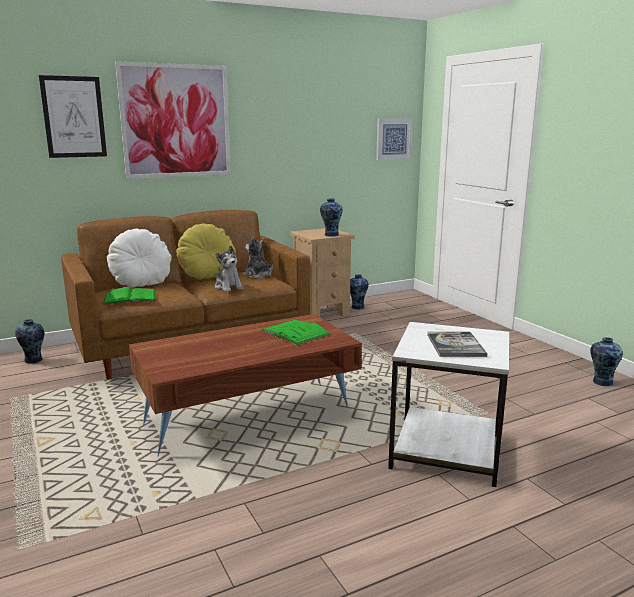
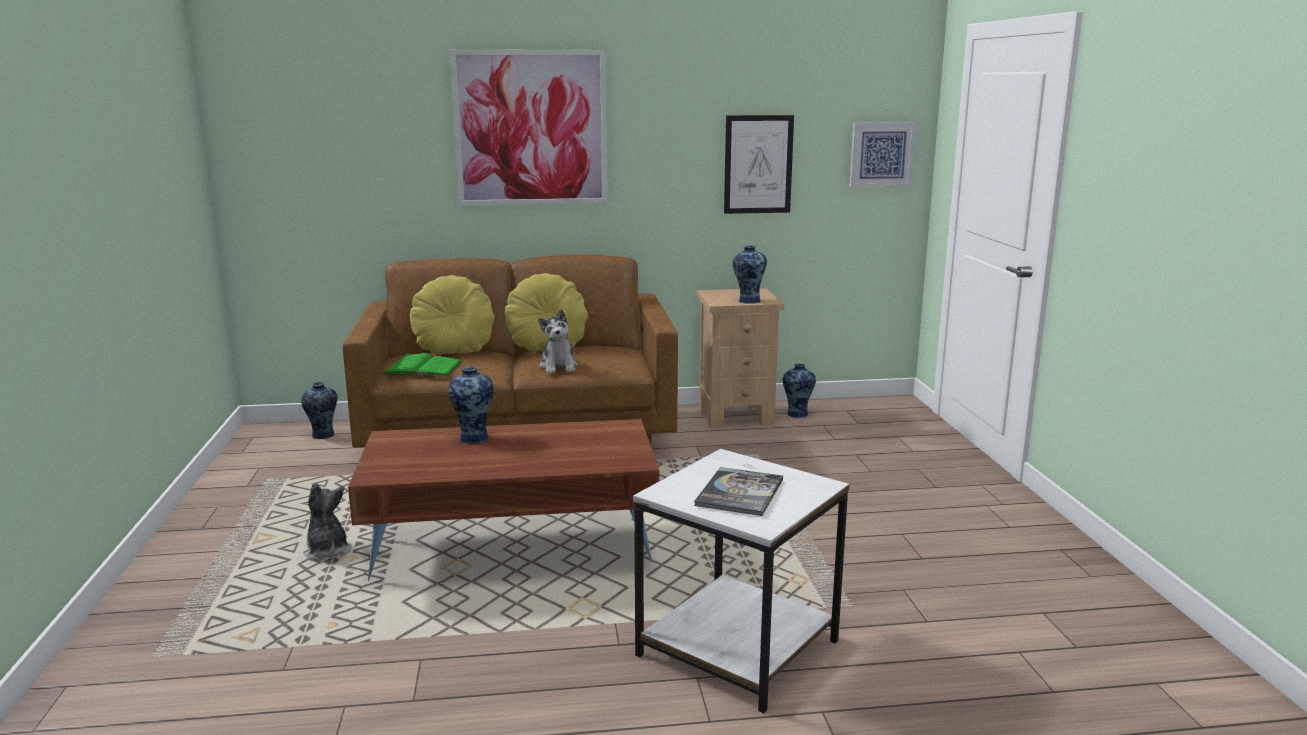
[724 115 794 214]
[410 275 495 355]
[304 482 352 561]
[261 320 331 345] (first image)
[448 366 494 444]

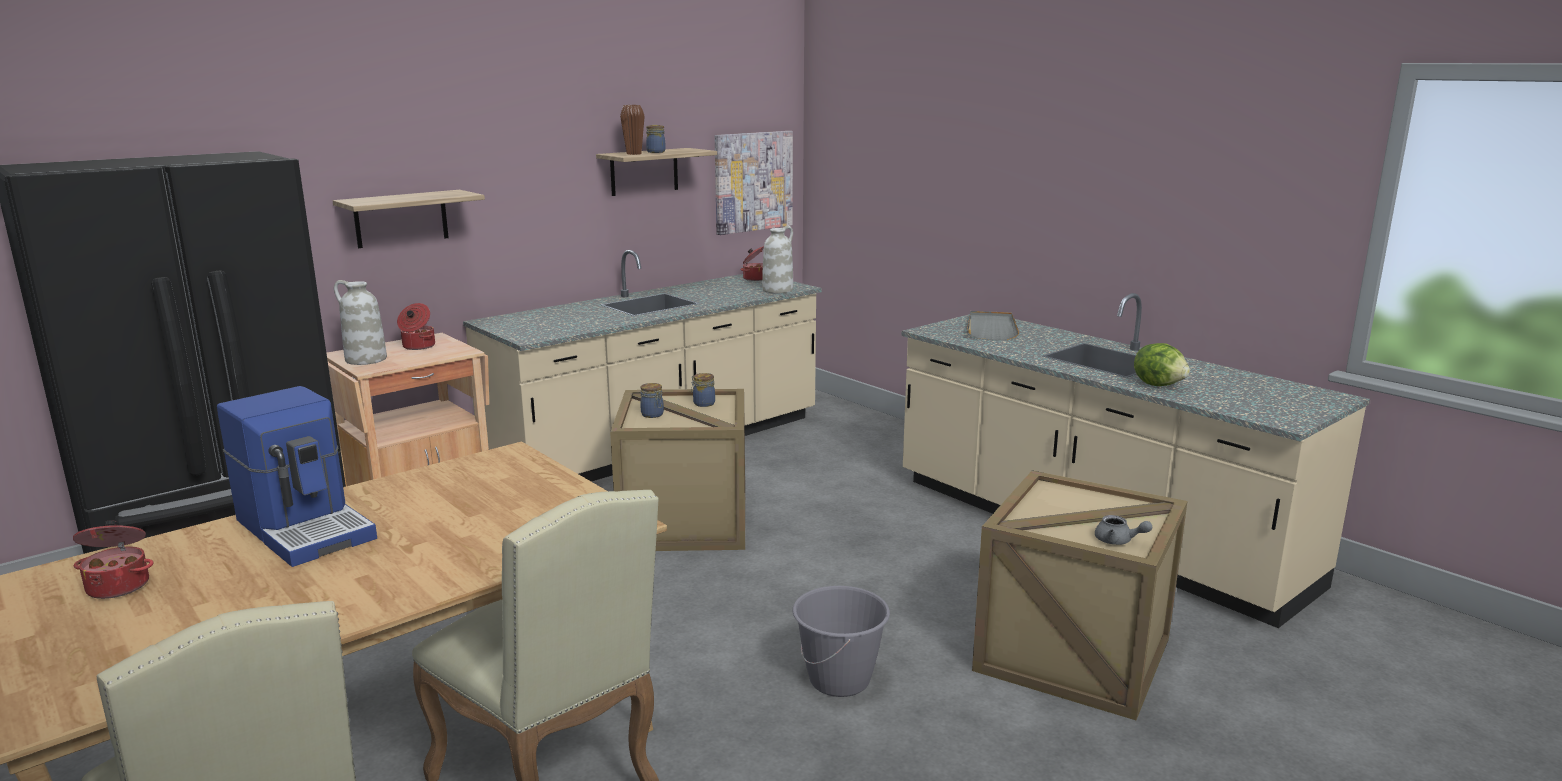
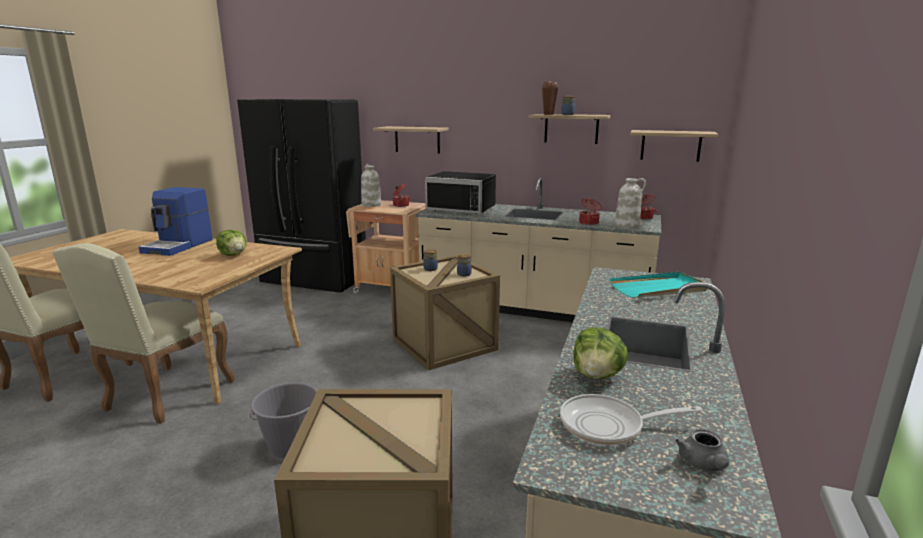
[579 198 602 225]
[630 130 719 162]
[610 272 707 298]
[675 429 729 471]
[216 230 247 256]
[425 171 496 214]
[560 394 703 445]

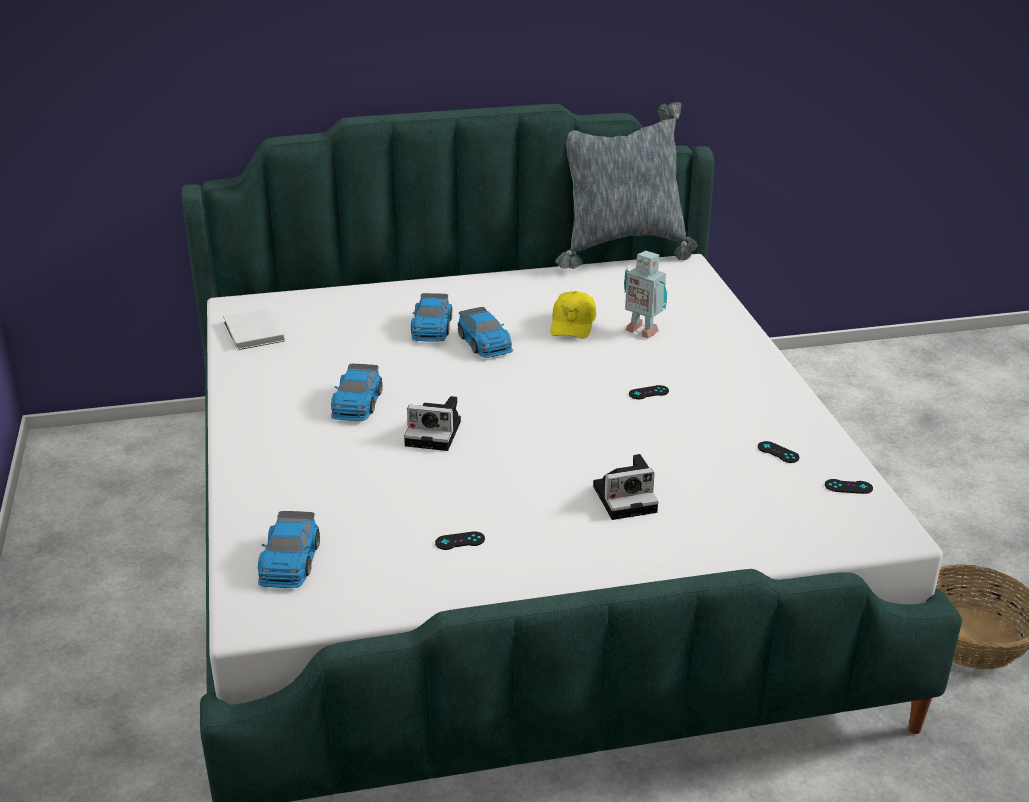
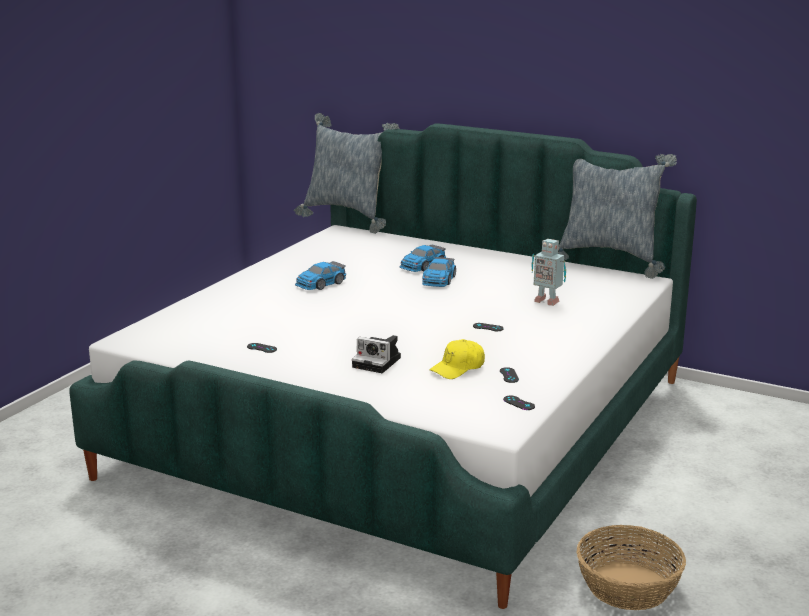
[223 308 285 350] (first image)
[258 511 320 588] (first image)
[404 396 461 451] (first image)
[429 339 485 379]
[531 239 566 306]
[293 113 400 234]

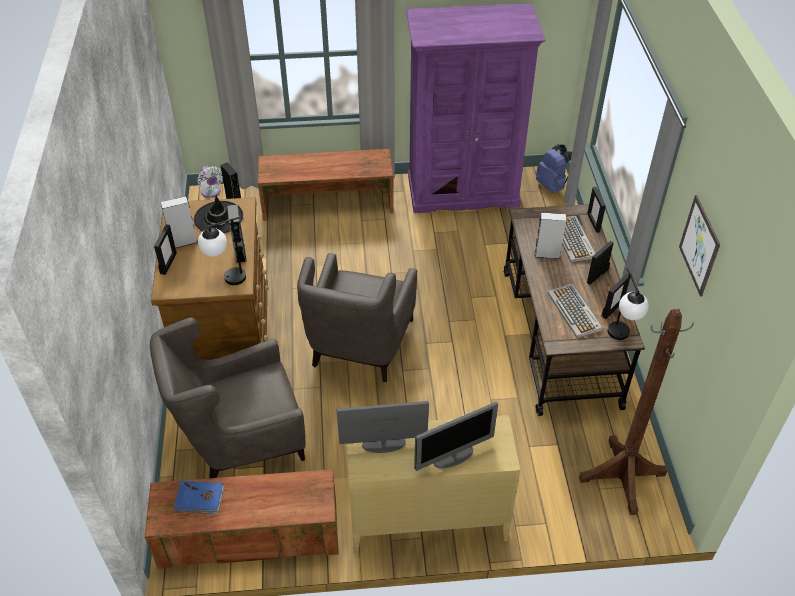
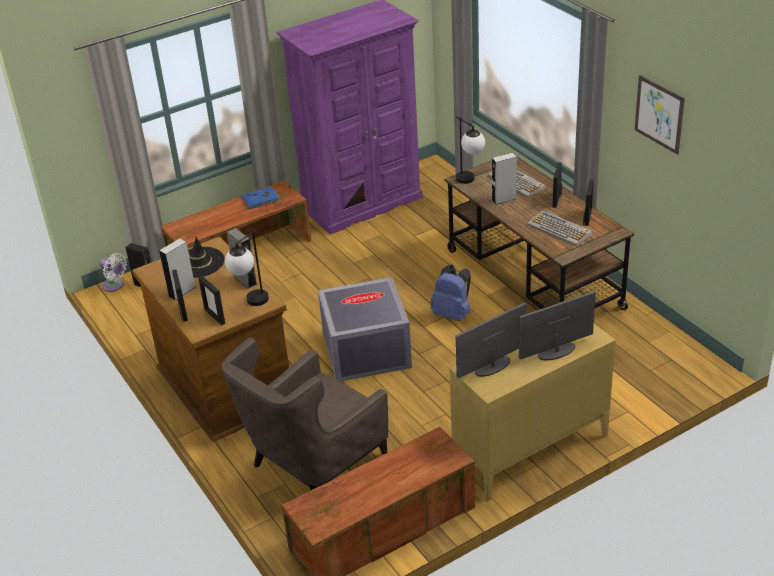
[241 187 281 210]
[318 277 412 381]
[519 291 596 360]
[431 264 471 321]
[579 309 694 515] (first image)
[198 276 225 325]
[456 116 485 184]

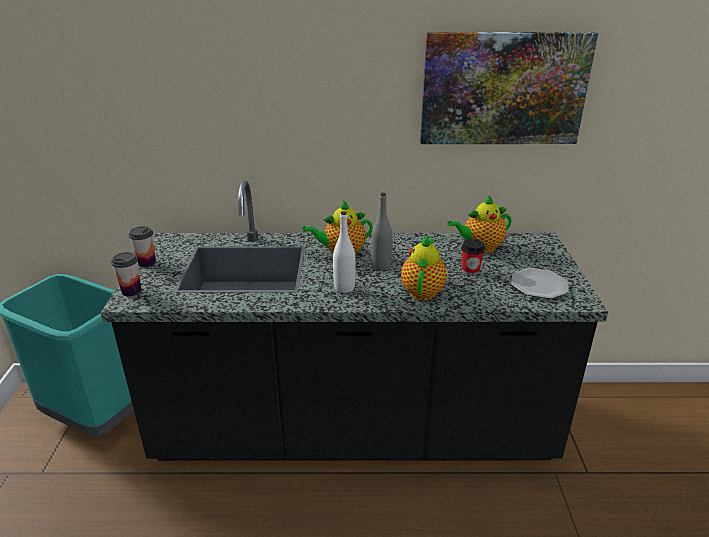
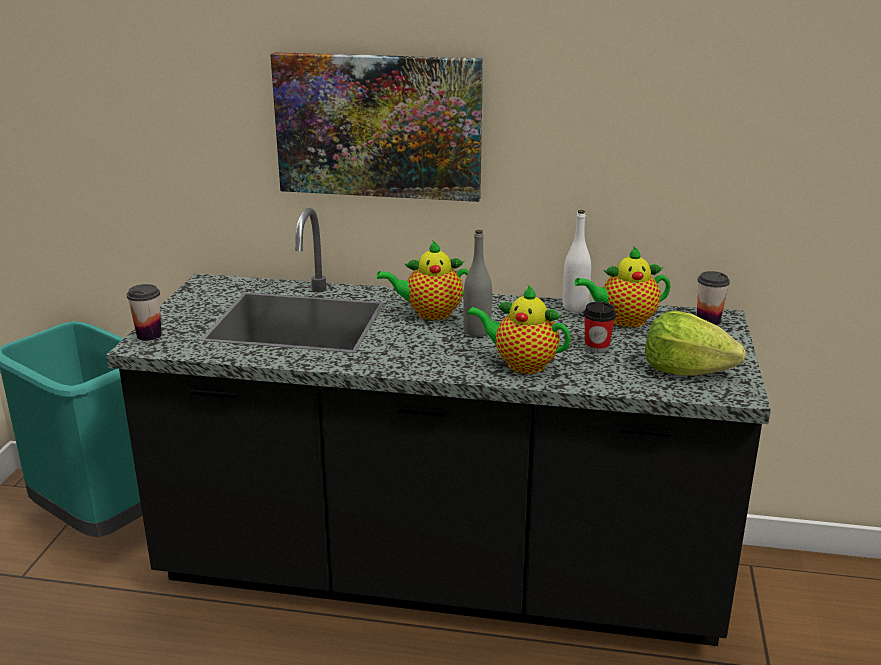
[697 271 730 325]
[563 210 591 312]
[467 285 571 374]
[270 52 483 202]
[645 311 746 376]

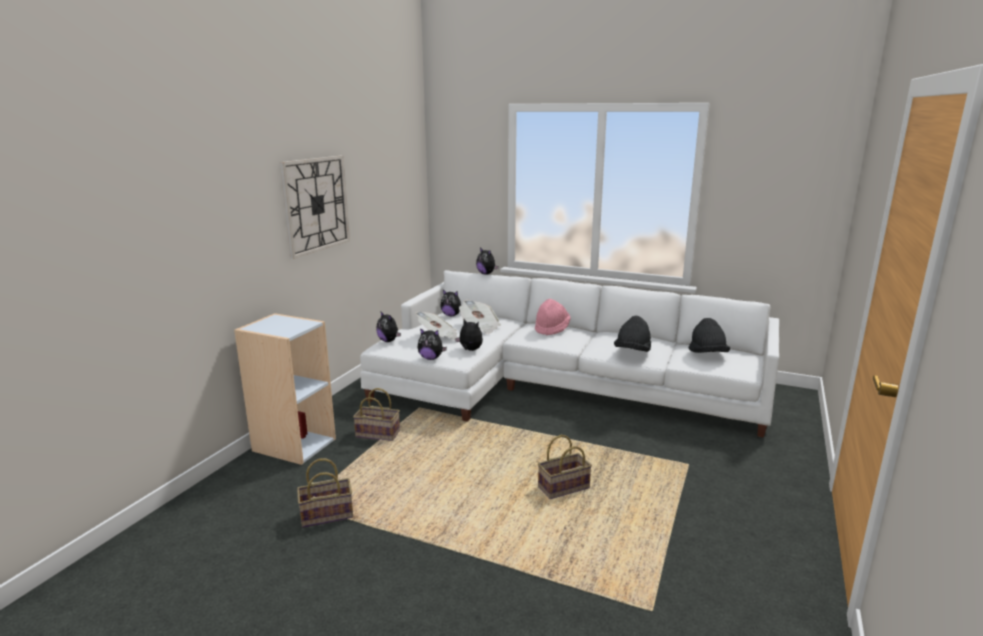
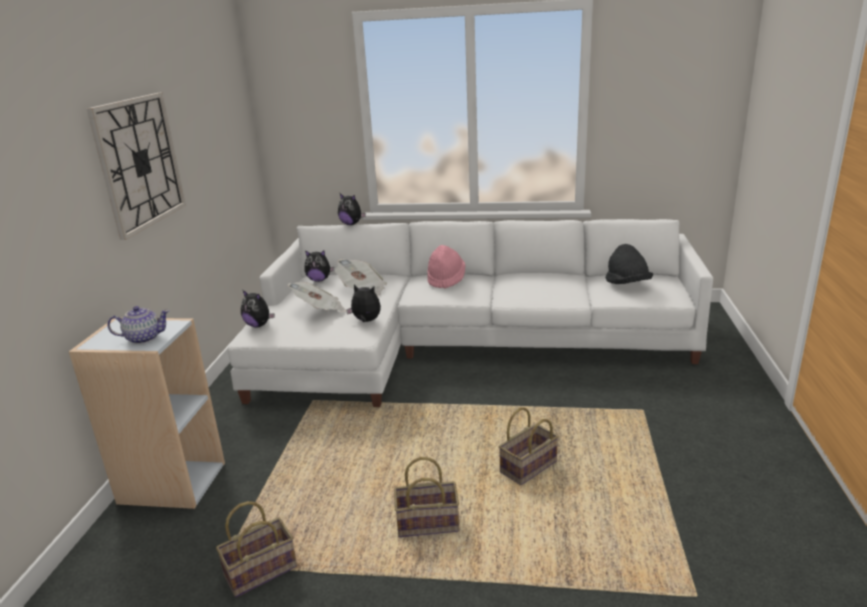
[394 457 459 537]
[417 328 447 360] (first image)
[614 316 651 352] (first image)
[108 306 170 344]

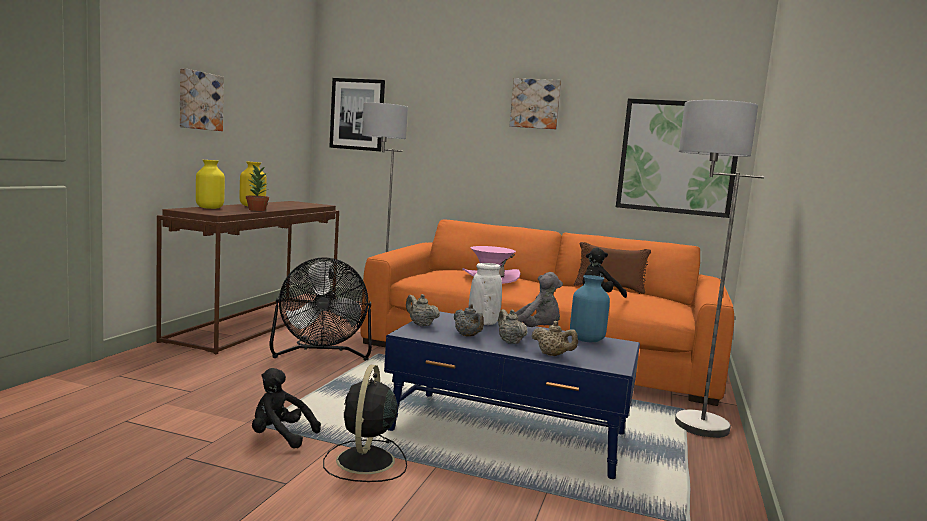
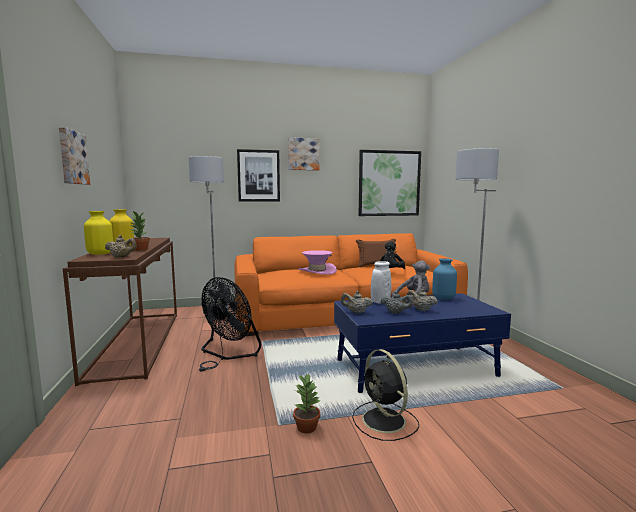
[293 373 321 433]
[198 277 261 372]
[237 149 280 202]
[105 235 137 258]

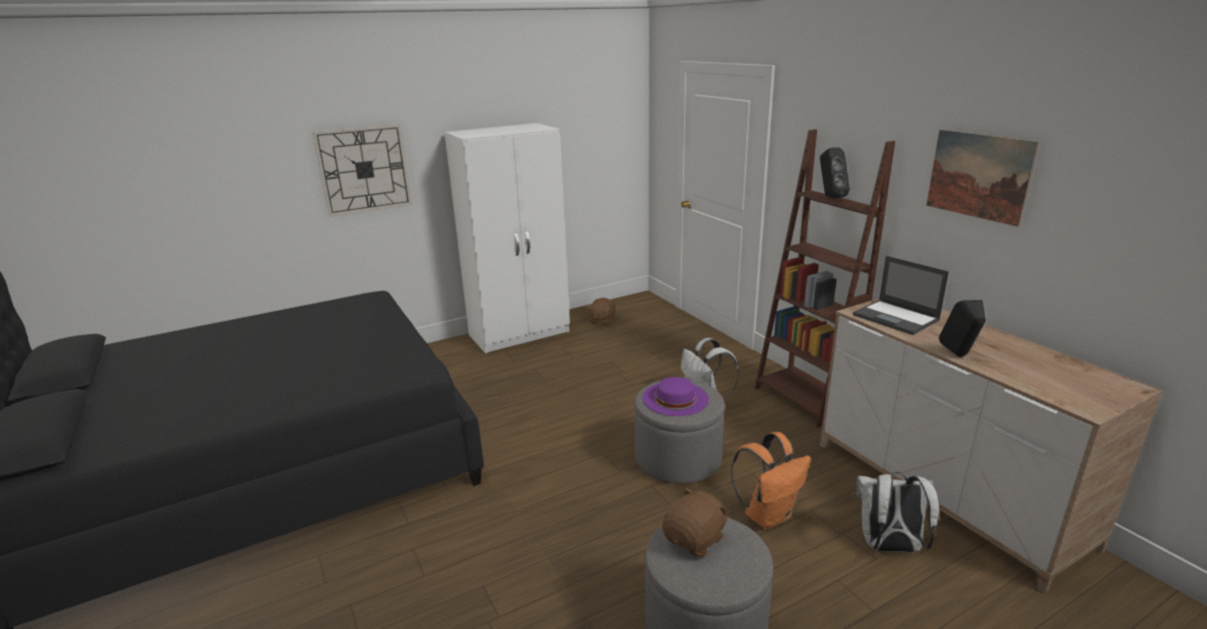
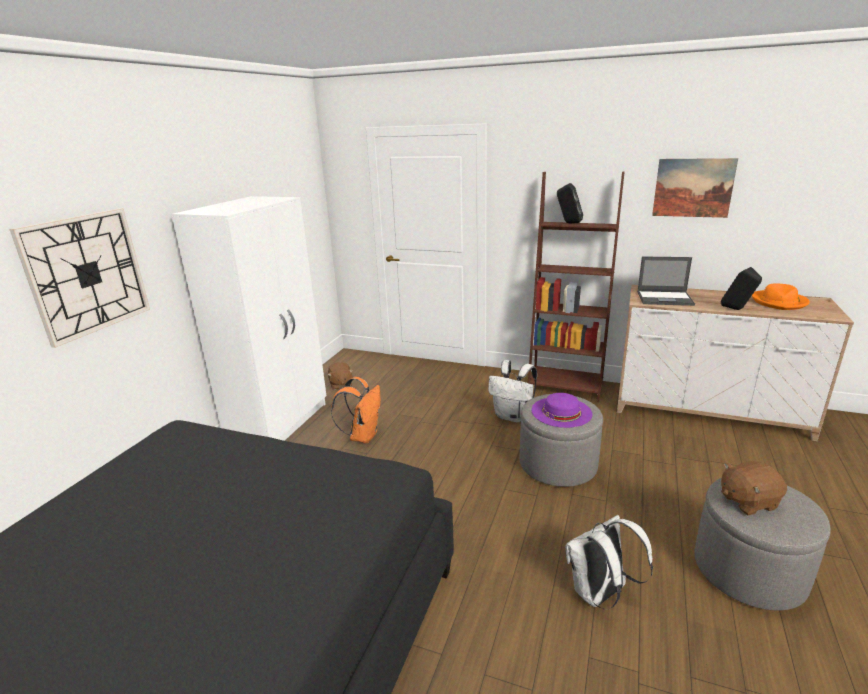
[721 461 787 516]
[331 377 381 444]
[566 515 653 609]
[752 283 810 310]

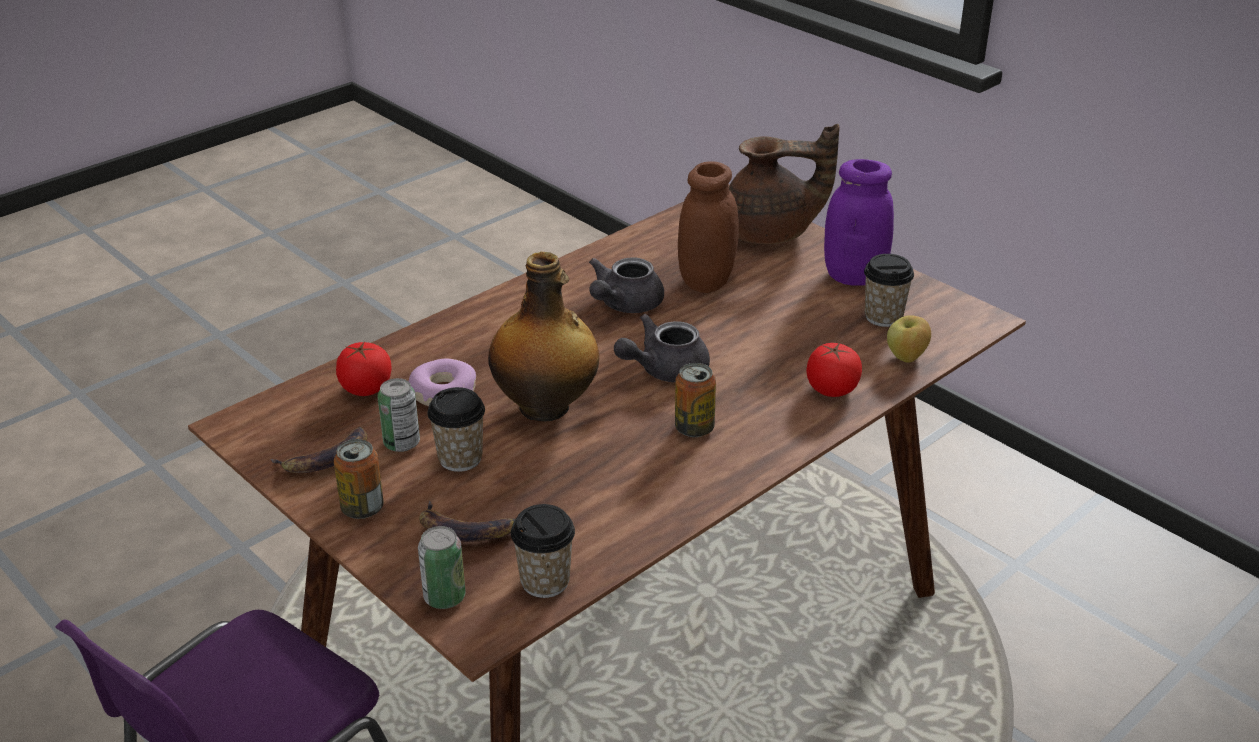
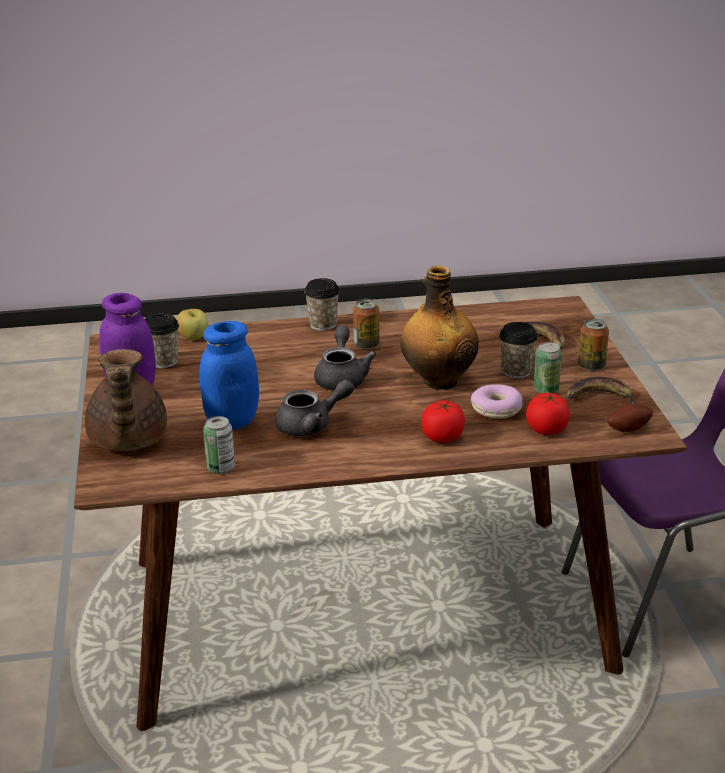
[203 416 235 474]
[304 278 340 331]
[314 325 376 390]
[200 321 259 430]
[85 349 167 451]
[421 400 465 443]
[607 404 653 432]

